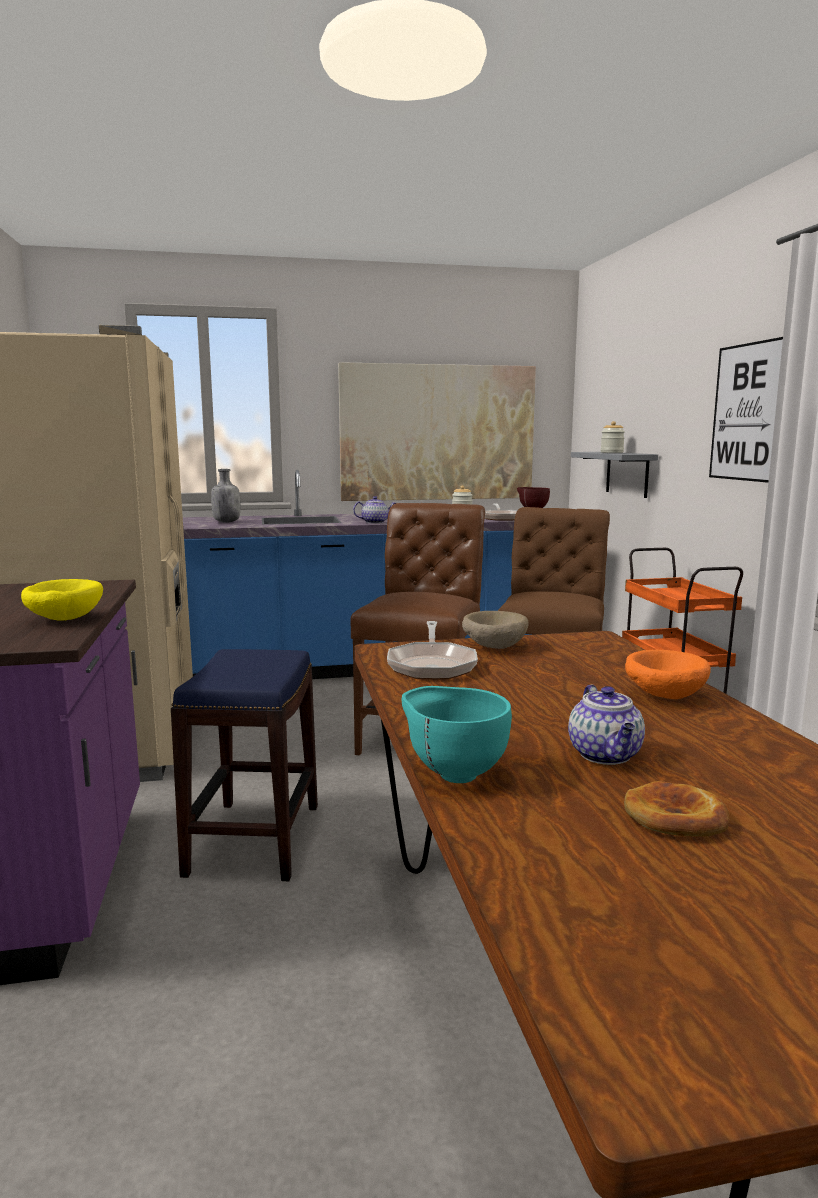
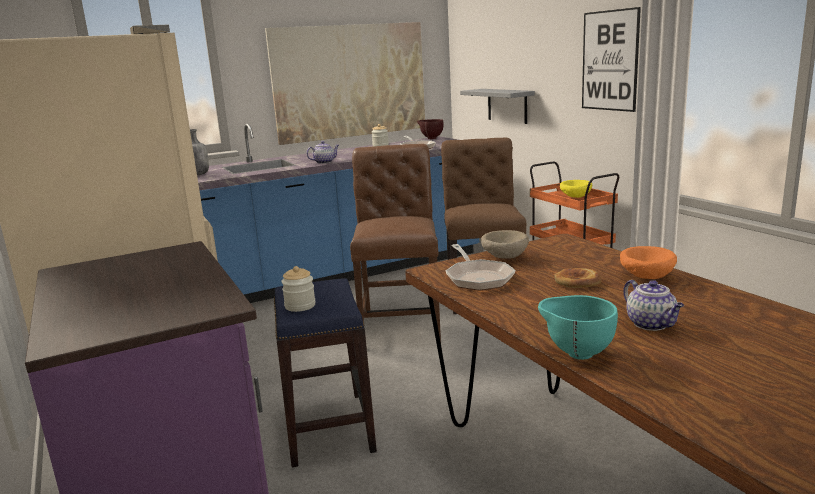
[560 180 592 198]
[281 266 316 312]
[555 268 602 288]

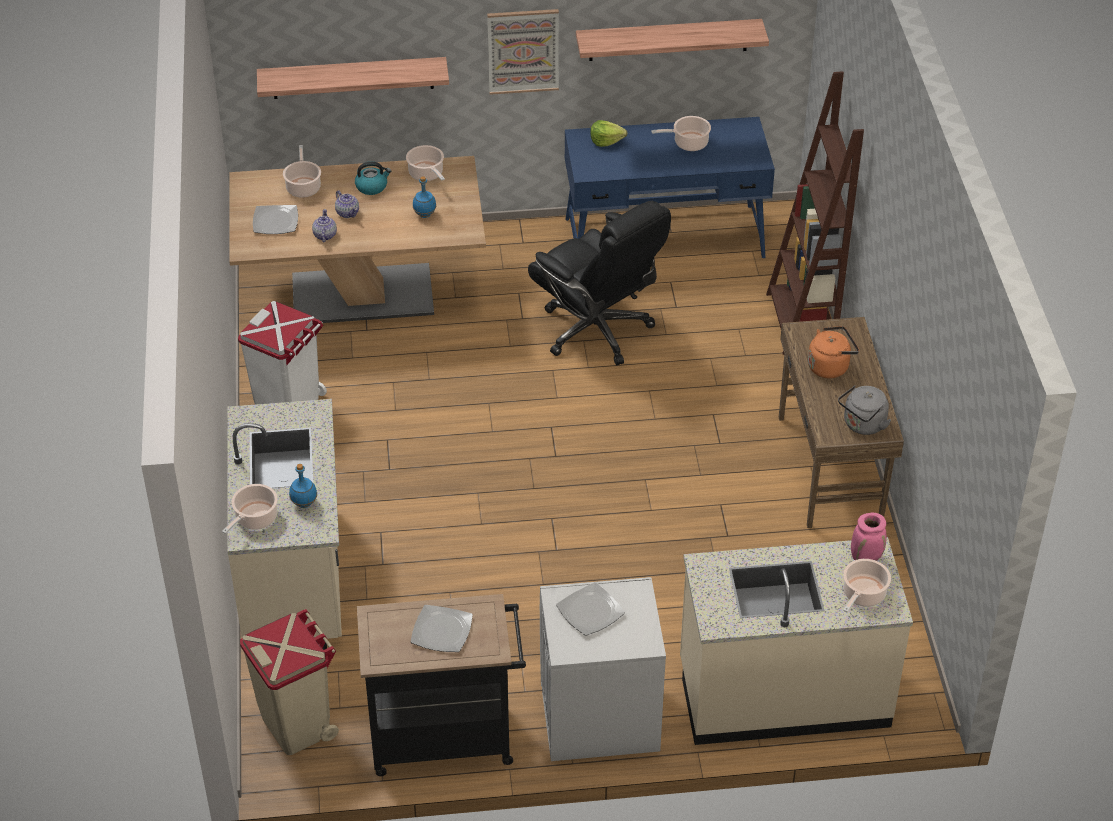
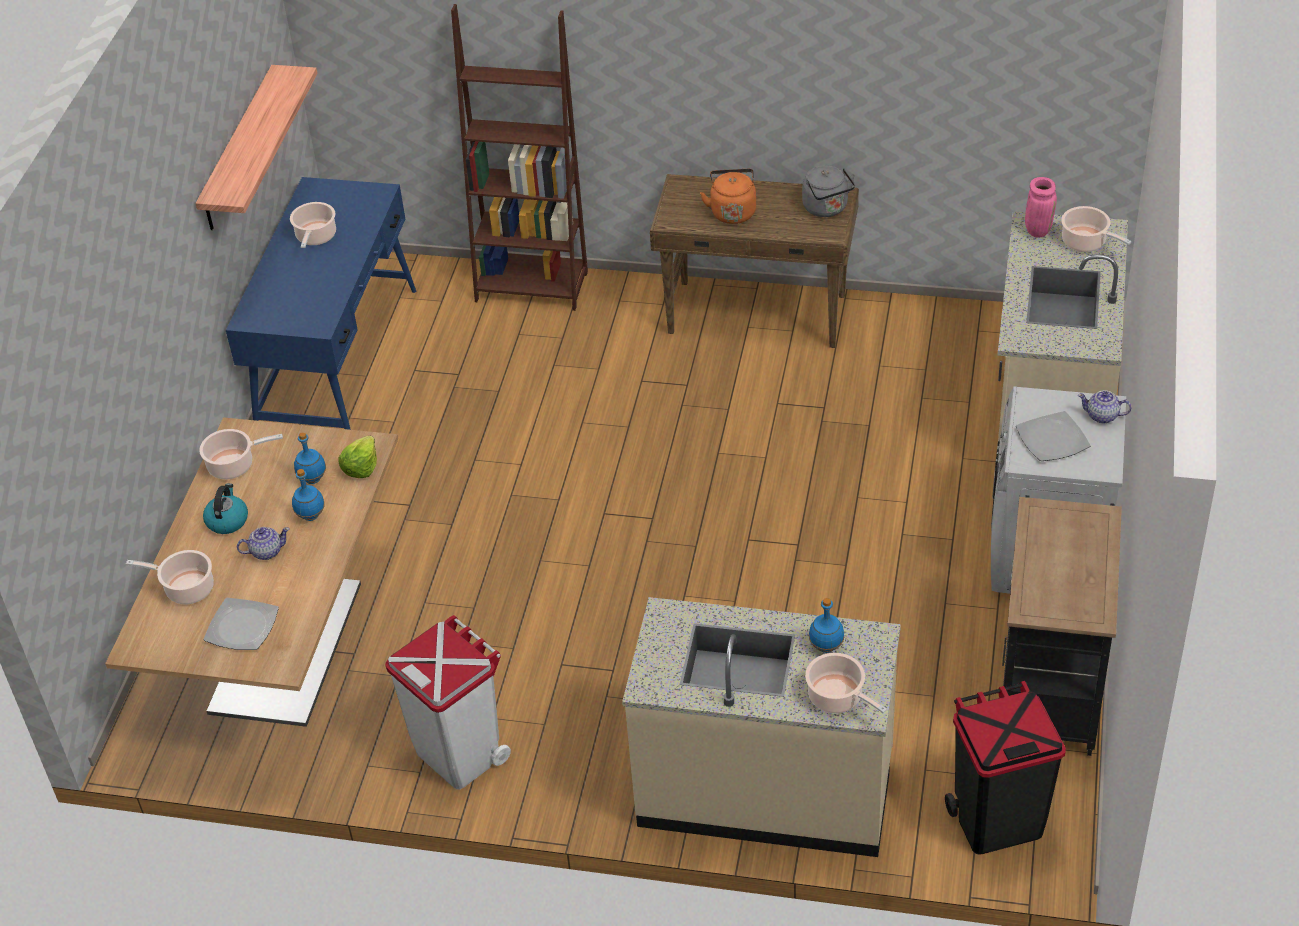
[945 681 1066 855]
[257 57 449 99] (first image)
[1078 390 1132 423]
[411 605 473 652] (first image)
[487 9 559 95] (first image)
[528 201 671 365] (first image)
[339 435 377 478]
[292 469 325 521]

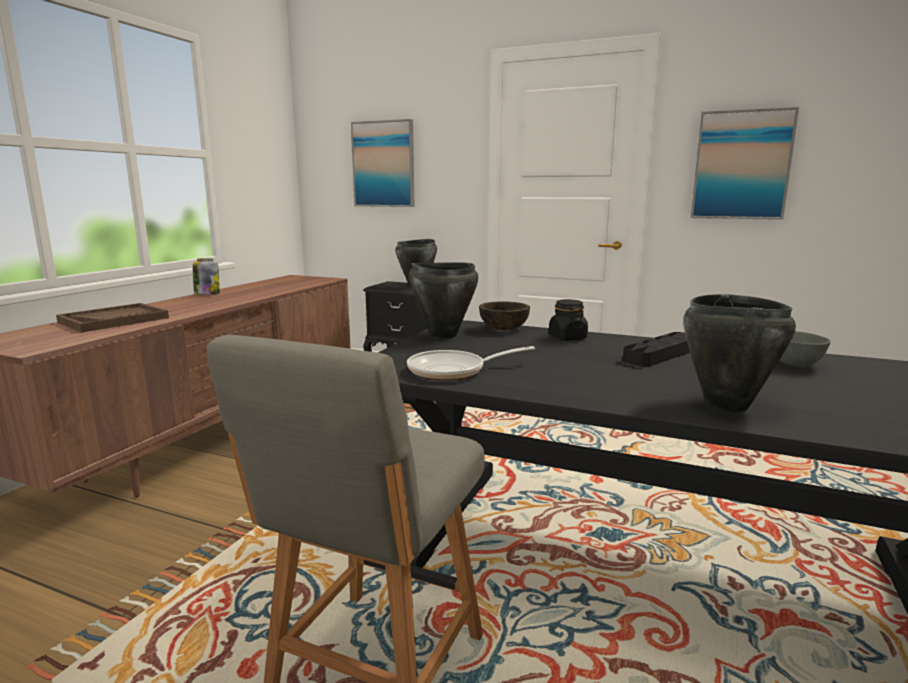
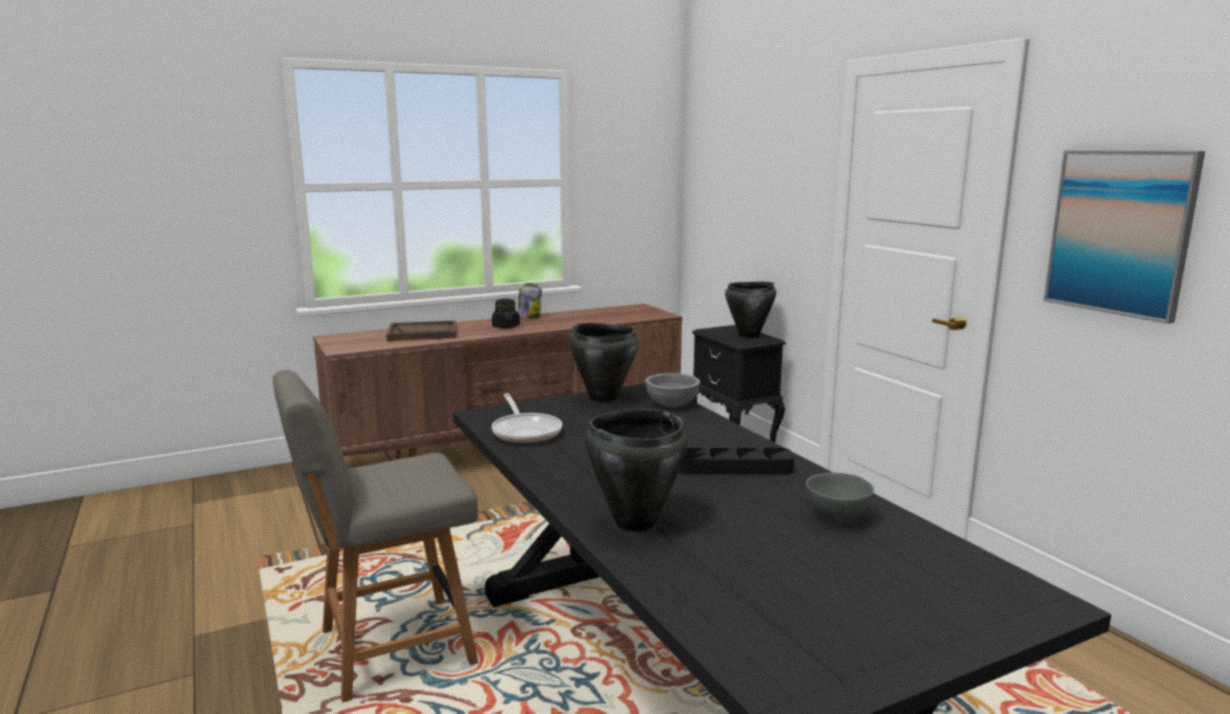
[351 119 414 207] (first image)
[492 393 562 444]
[645 373 700 407]
[492 299 520 328]

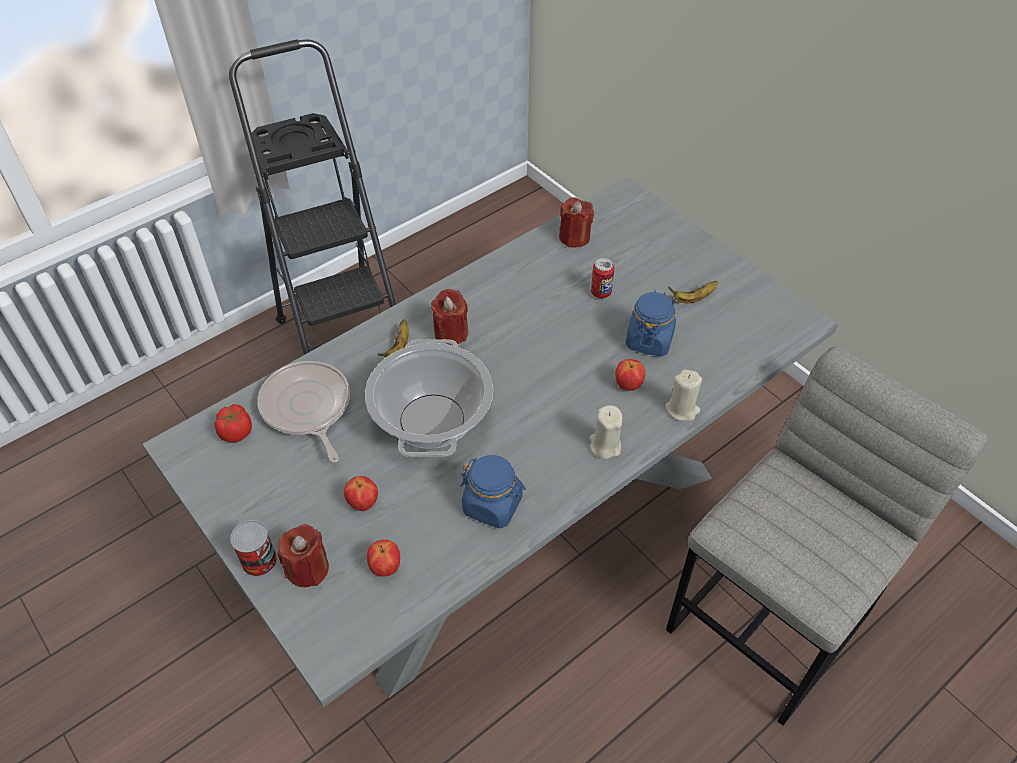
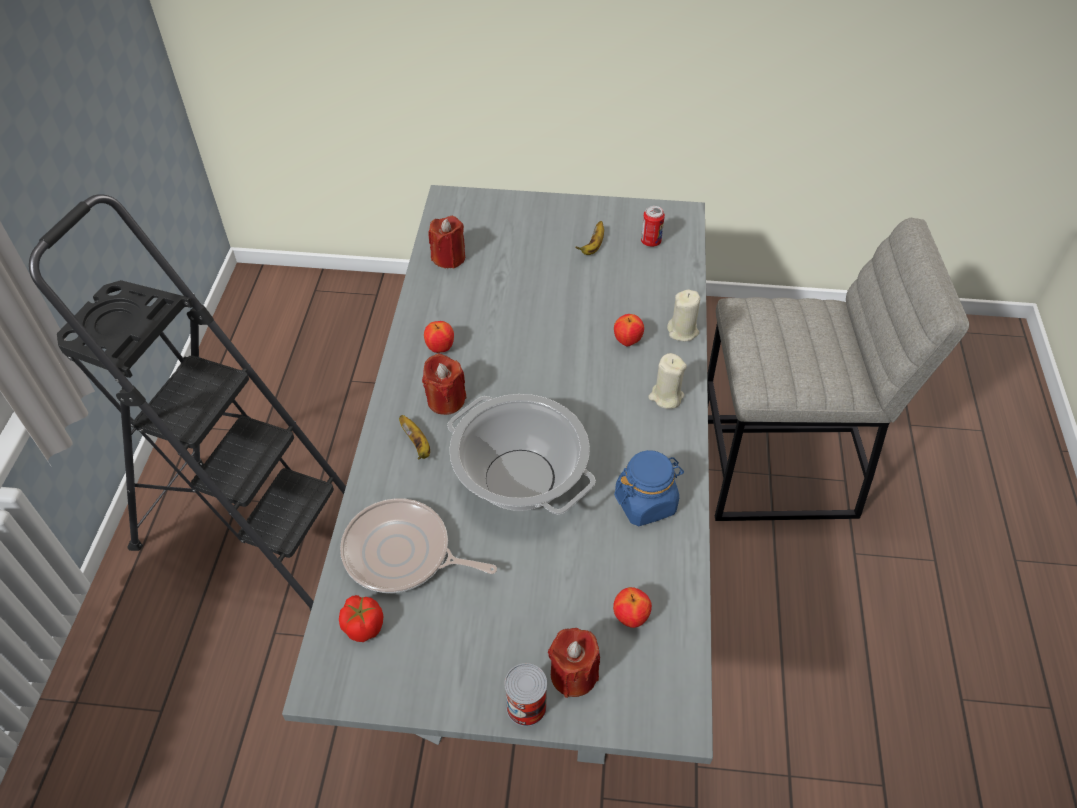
[424 321 454 353]
[641 206 665 247]
[625 290 676 357] (first image)
[707 218 969 521]

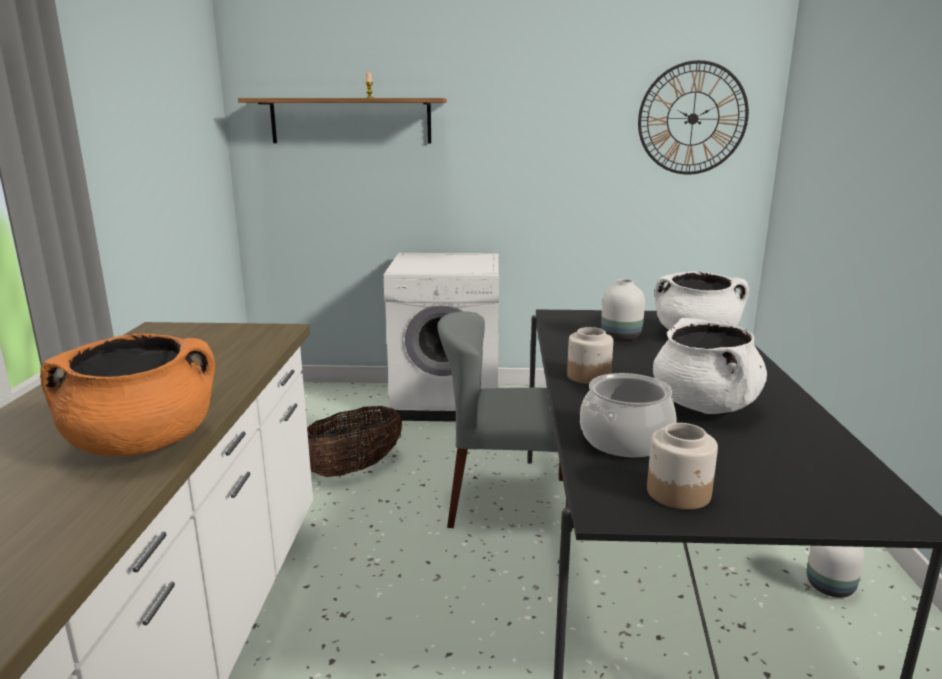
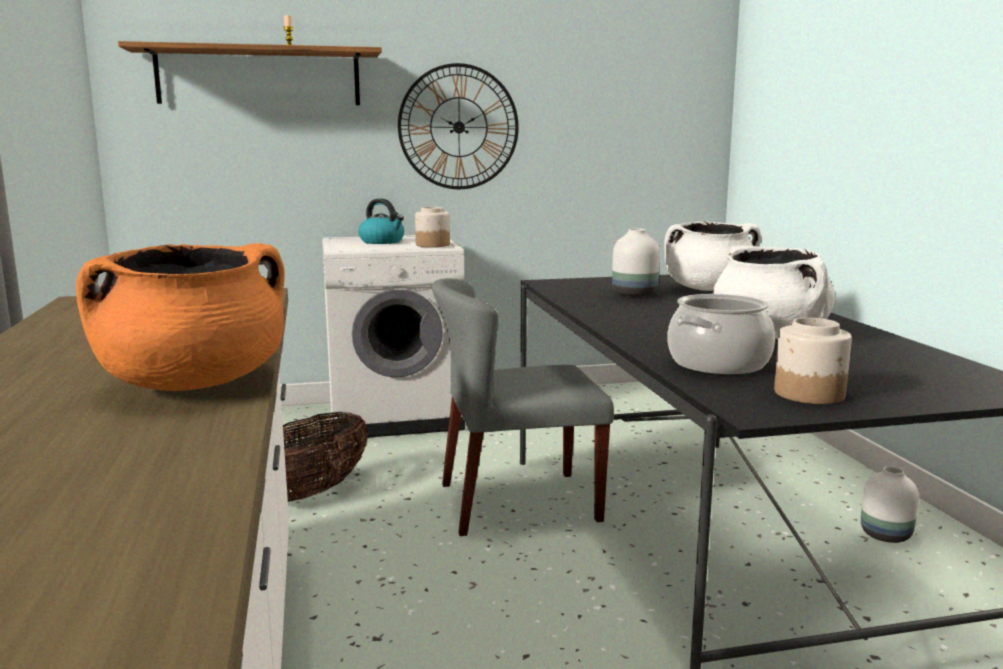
[415 207 450 247]
[398 63 519 189]
[359 198 404 244]

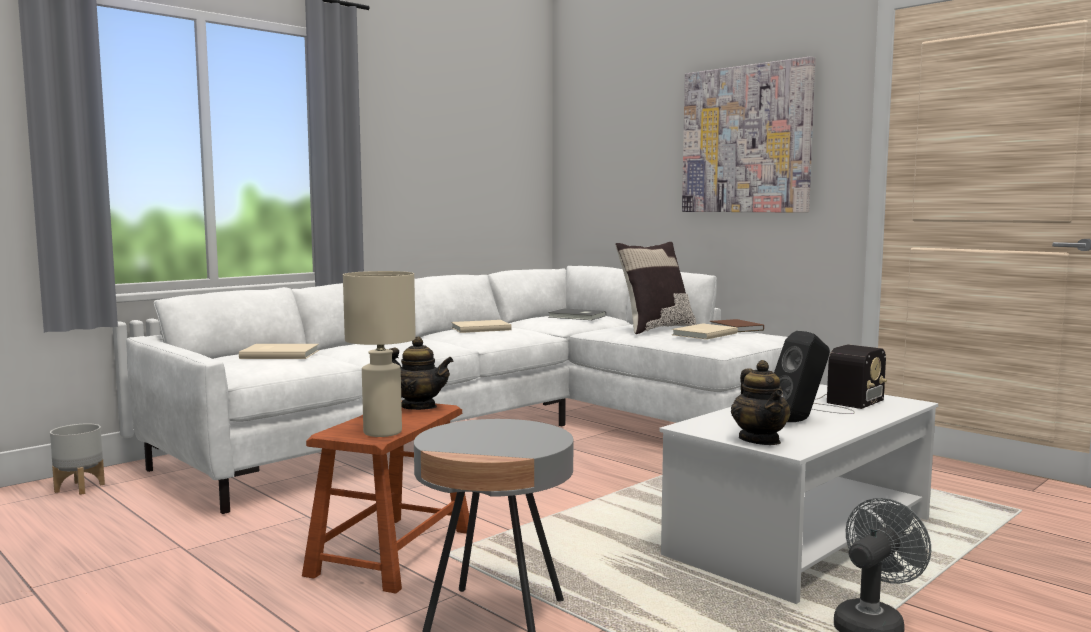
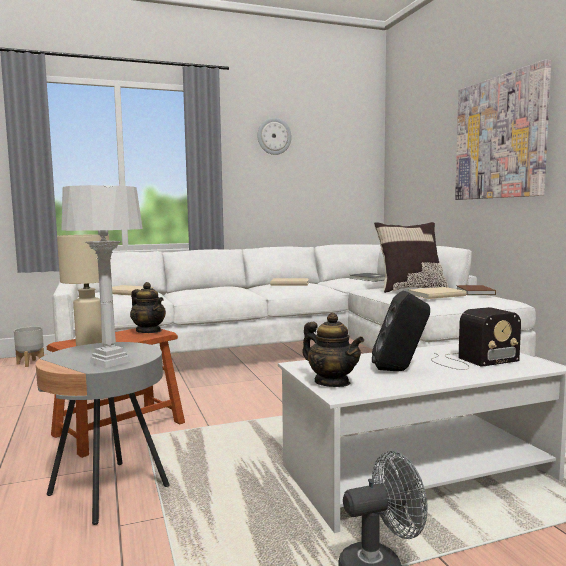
[302 313 364 387]
[61 185 143 368]
[257 118 292 155]

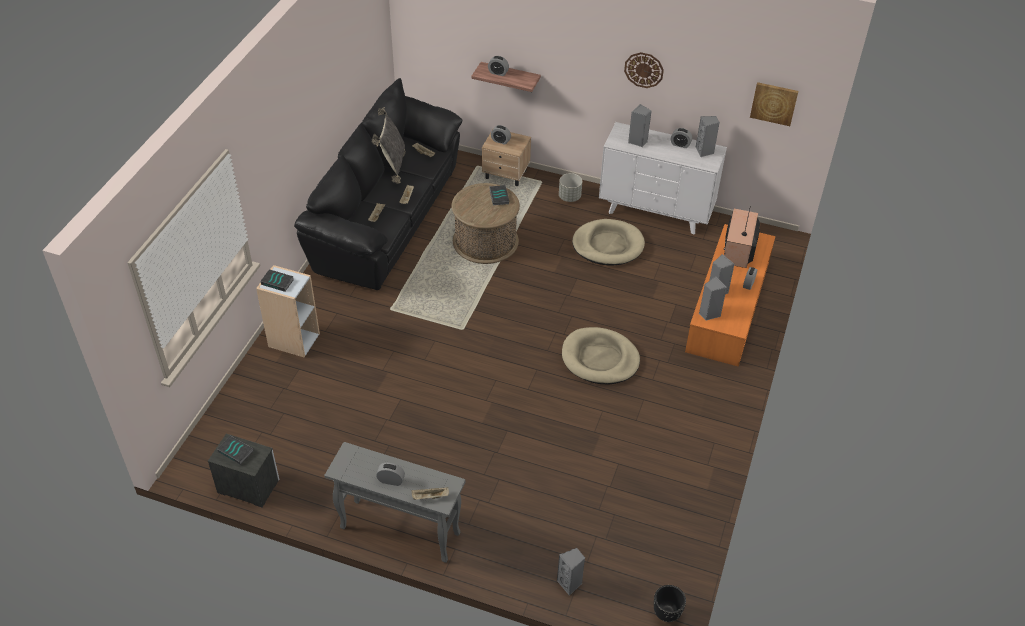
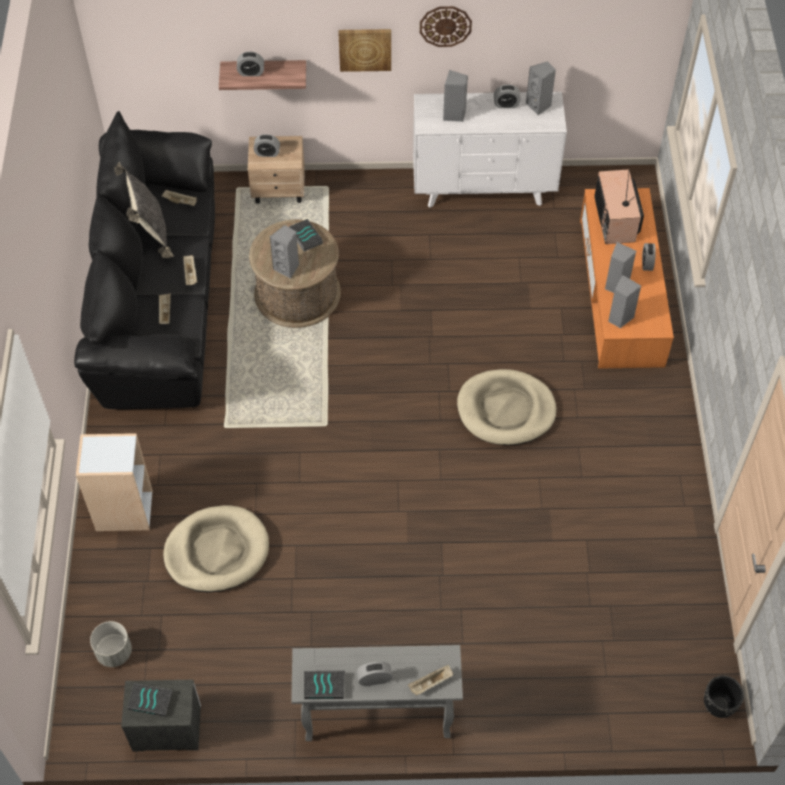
[304 671 345 699]
[270 225 299 279]
[90 621 132 667]
[163 505 269 593]
[339 29 391 72]

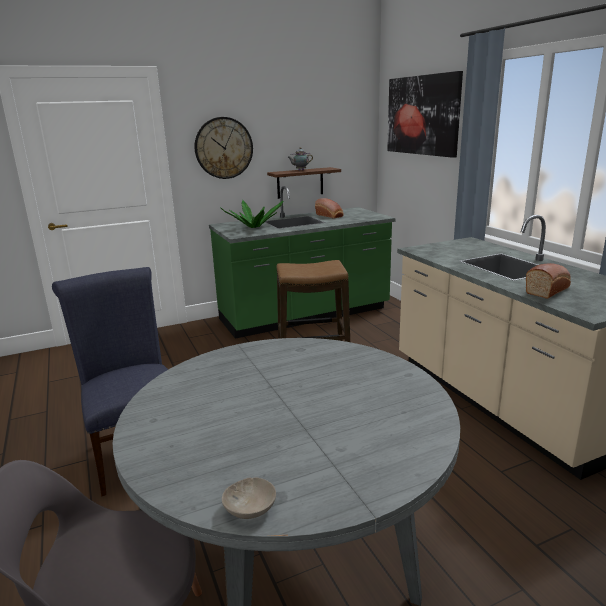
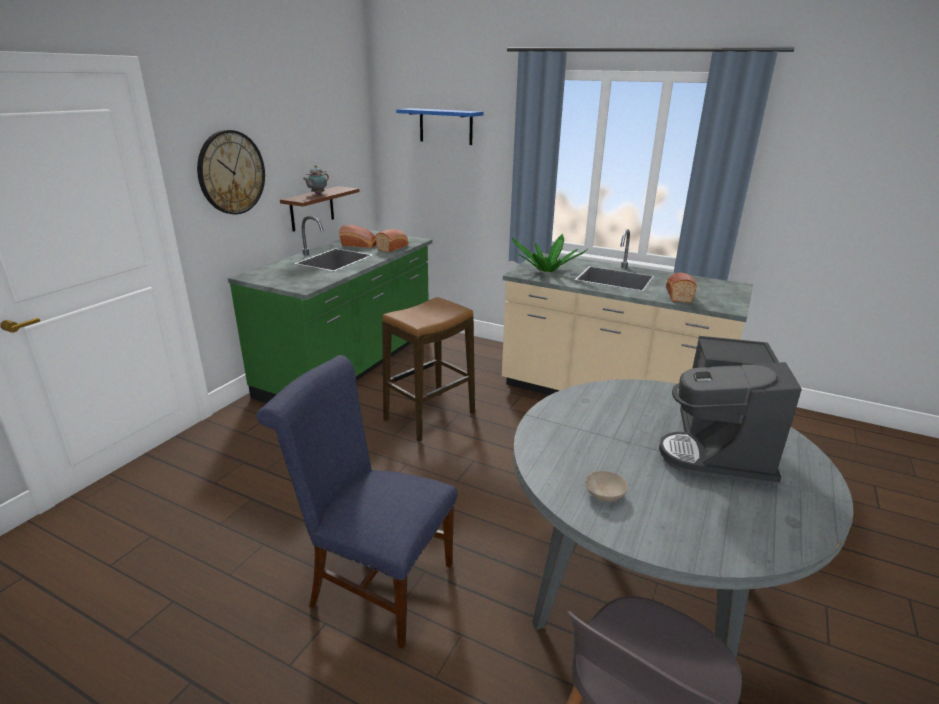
[512 234 588 272]
[585 471 628 502]
[396 108 484 145]
[375 229 409 253]
[659 336 802 485]

